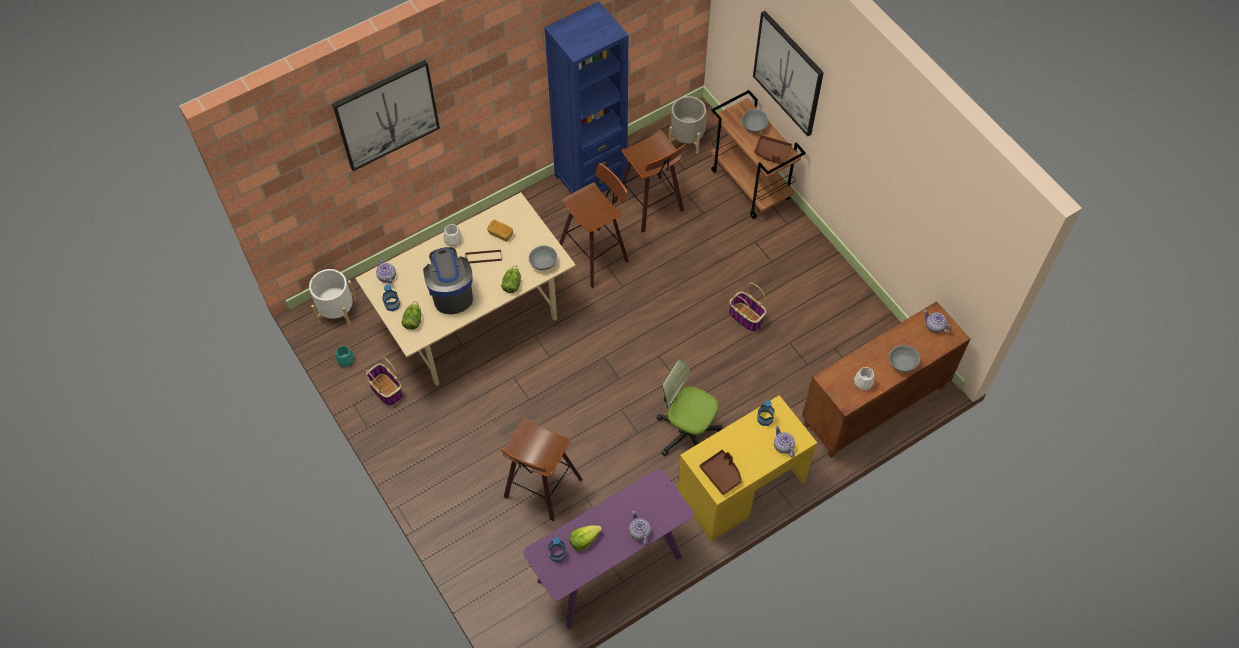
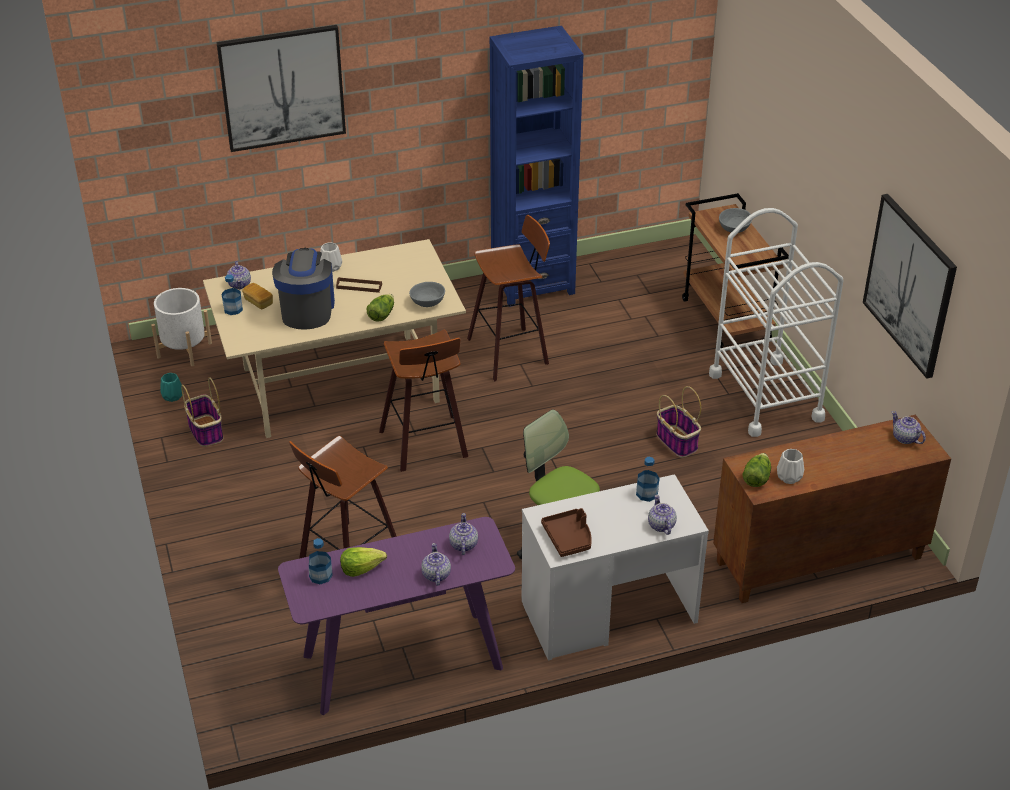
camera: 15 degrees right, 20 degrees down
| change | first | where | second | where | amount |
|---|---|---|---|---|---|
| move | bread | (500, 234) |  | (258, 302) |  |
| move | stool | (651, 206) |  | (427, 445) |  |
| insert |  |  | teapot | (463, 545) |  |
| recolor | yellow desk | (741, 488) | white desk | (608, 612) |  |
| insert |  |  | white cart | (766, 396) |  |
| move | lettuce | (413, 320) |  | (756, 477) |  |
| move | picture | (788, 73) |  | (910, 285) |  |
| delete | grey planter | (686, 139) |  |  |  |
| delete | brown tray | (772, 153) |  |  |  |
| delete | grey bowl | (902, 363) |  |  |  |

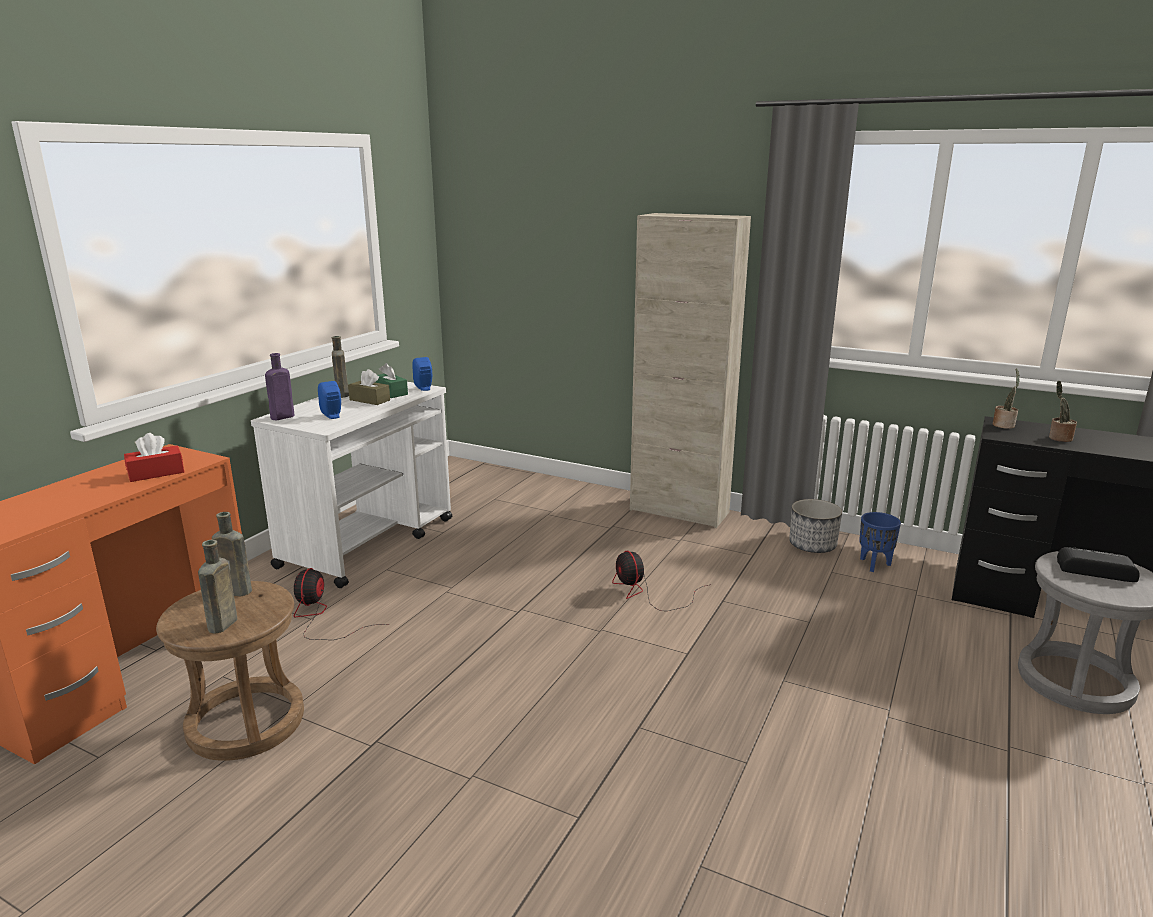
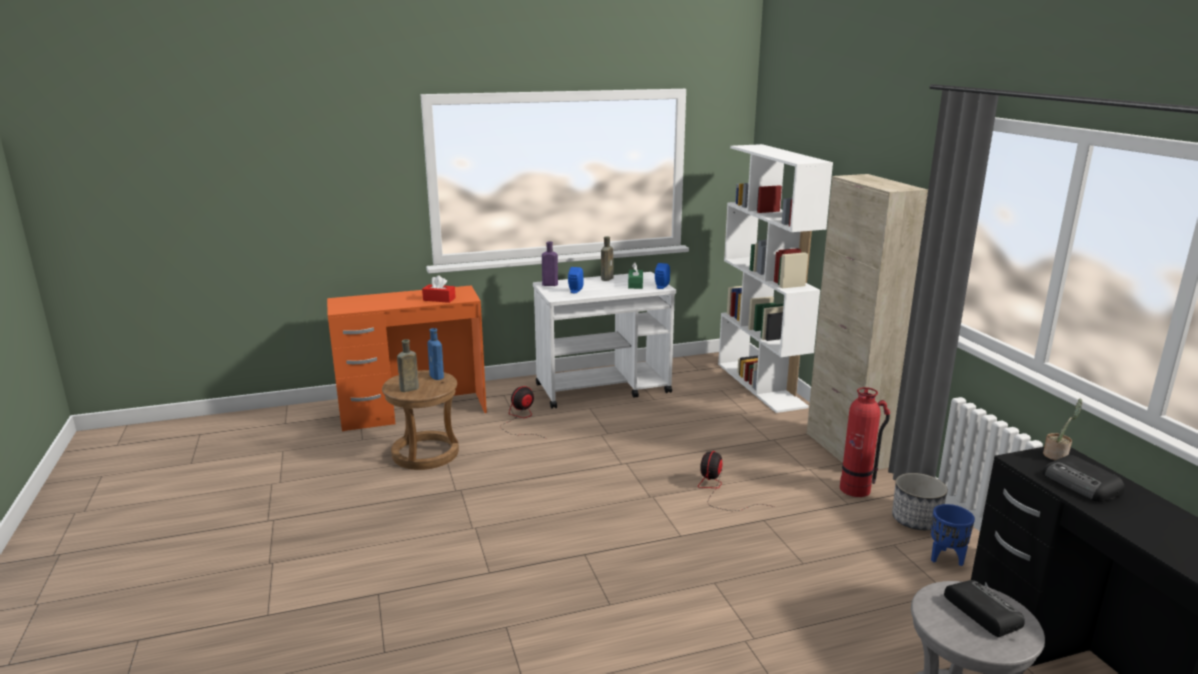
camera: 45 degrees right, 0 degrees up
| change | first | where | second | where | amount |
|---|---|---|---|---|---|
| recolor | brown bottle | (238, 591) | blue bottle | (437, 377) |  |
| insert |  |  | white bookcase | (761, 385) |  |
| insert |  |  | fire extinguisher | (856, 489) |  |
| replace | potted plant | (1058, 438) | radio | (1082, 485) |  |
| delete | brown tissue box | (369, 400) |  |  |  |

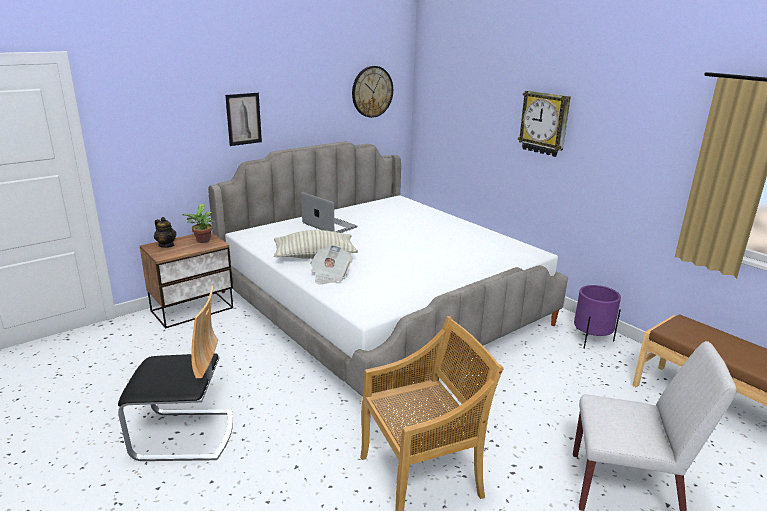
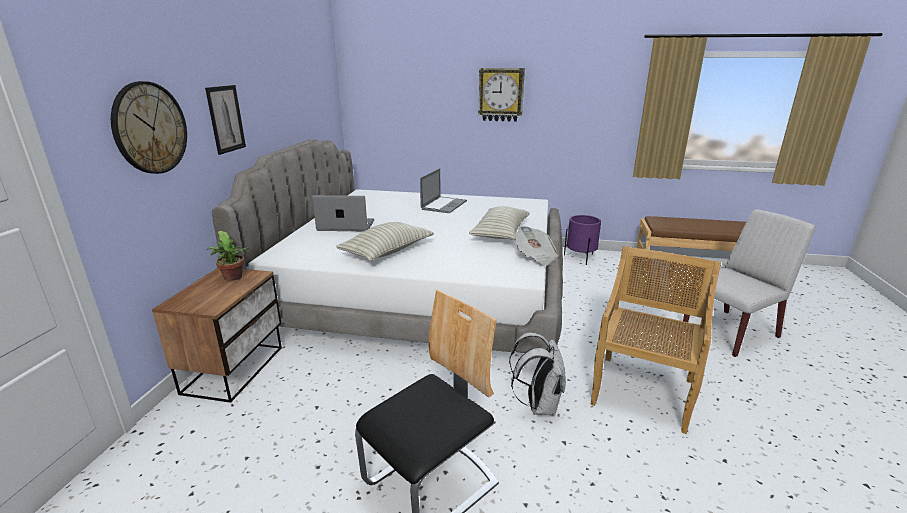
camera: 40 degrees left, 0 degrees up
| change | first | where | second | where | amount |
|---|---|---|---|---|---|
| move | wall clock | (372, 91) |  | (150, 128) |  |
| insert |  |  | laptop | (444, 205) |  |
| insert |  |  | pillow | (500, 234) |  |
| insert |  |  | white backpack | (538, 404) |  |
| move | newspaper | (330, 276) |  | (535, 257) |  |
| delete | teapot | (166, 245) |  |  |  |

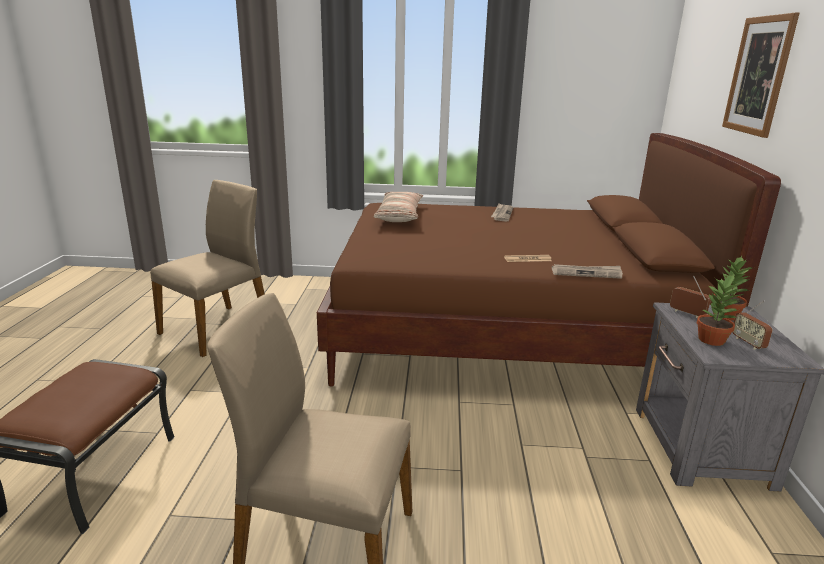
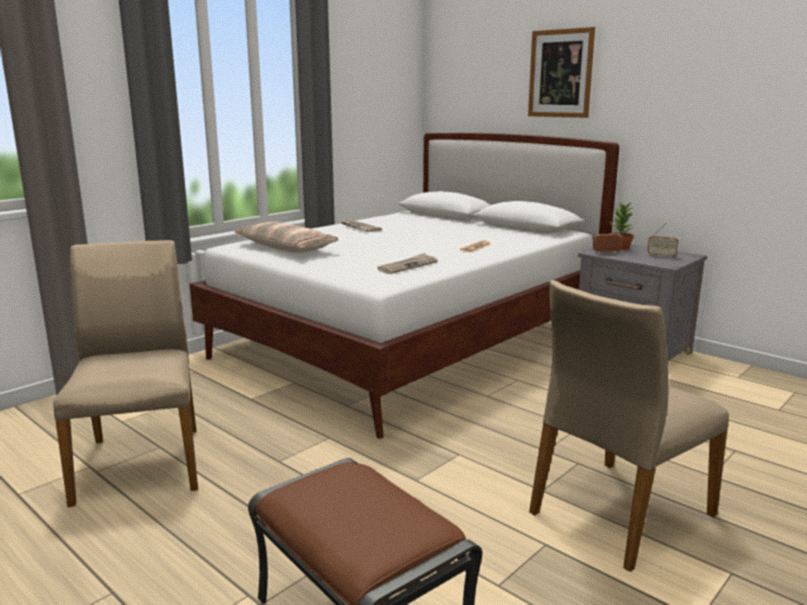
camera: 50 degrees left, 5 degrees down
| change | first | where | second | where | amount |
|---|---|---|---|---|---|
| recolor | brown bed | (504, 334) | white bed | (412, 343) |  |
| move | newspaper | (586, 273) |  | (407, 266) |  |
| delete | potted plant | (712, 340) |  |  |  |

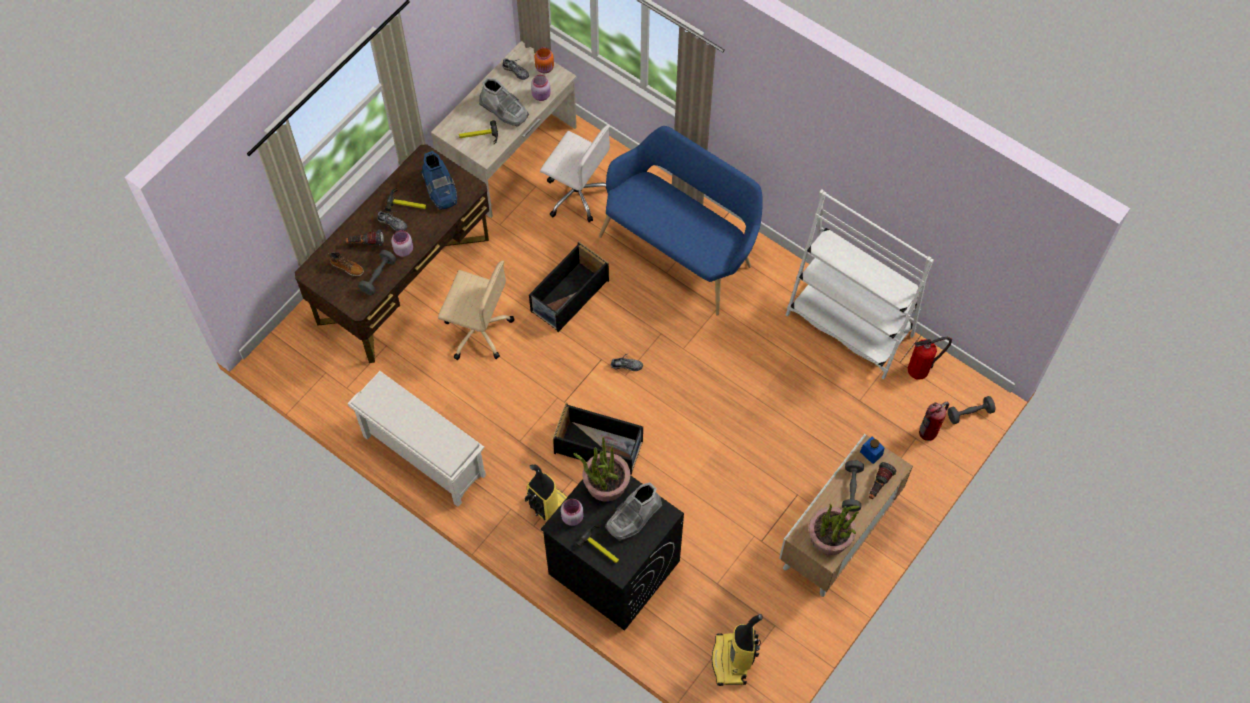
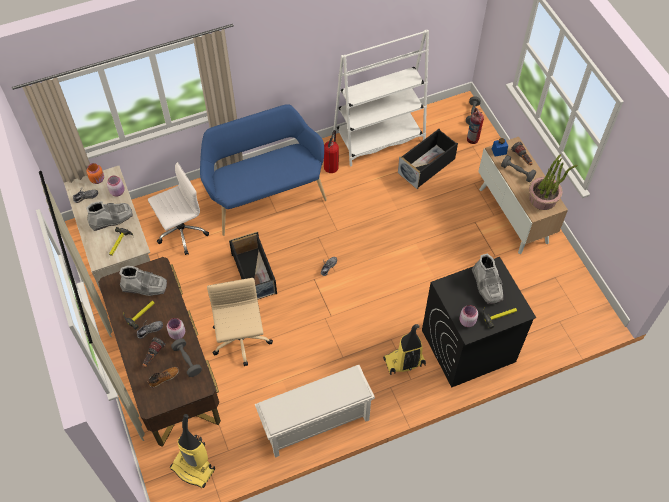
camera: 60 degrees left, 5 degrees down
| change | first | where | second | where | amount |
|---|---|---|---|---|---|
| recolor | blue boot | (440, 189) | grey boot | (145, 286) |  |
| move | vacuum cleaner | (732, 661) |  | (194, 468) |  |
| rotate | beige office chair | (477, 330) |  | (241, 342) | 60 degrees counterclockwise |
| move | fire extinguisher | (920, 368) |  | (331, 165) |  |
| move | black storage box | (599, 447) |  | (427, 166) |  |
| delete | potted plant | (605, 483) |  |  |  |

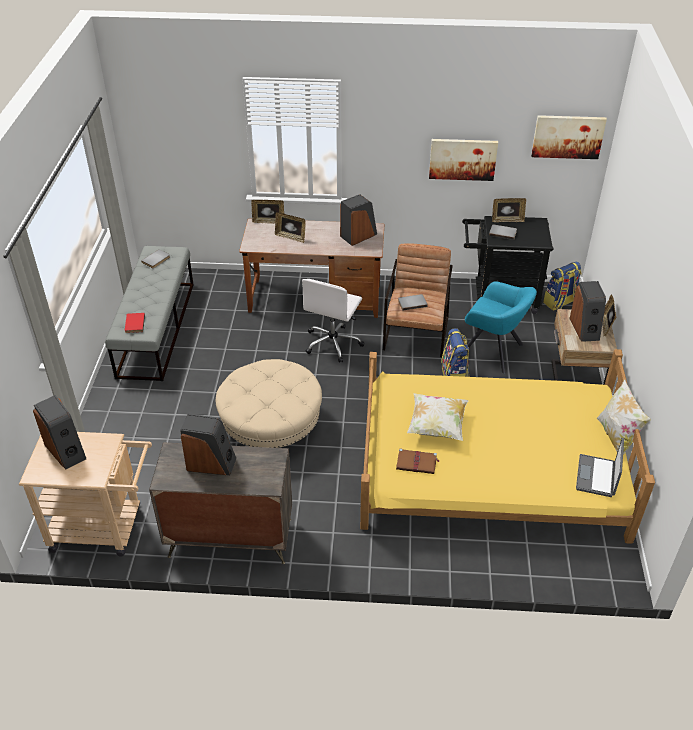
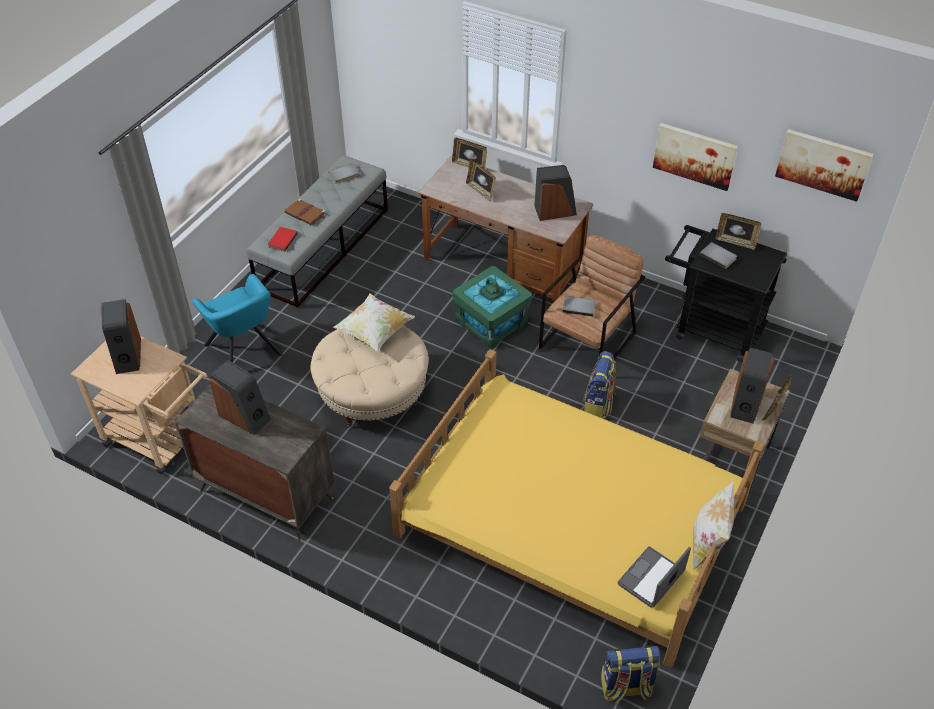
camera: 25 degrees right, 5 degrees up
| change | first | where | second | where | amount |
|---|---|---|---|---|---|
| move | turquoise armchair | (493, 351) |  | (245, 352) |  |
| move | brown book | (417, 463) |  | (305, 214) |  |
| move | pillow | (436, 426) |  | (374, 332) |  |
| replace | white office chair | (333, 343) | green storage box | (491, 322) |  |
| move | backpack | (559, 303) |  | (626, 687) |  |

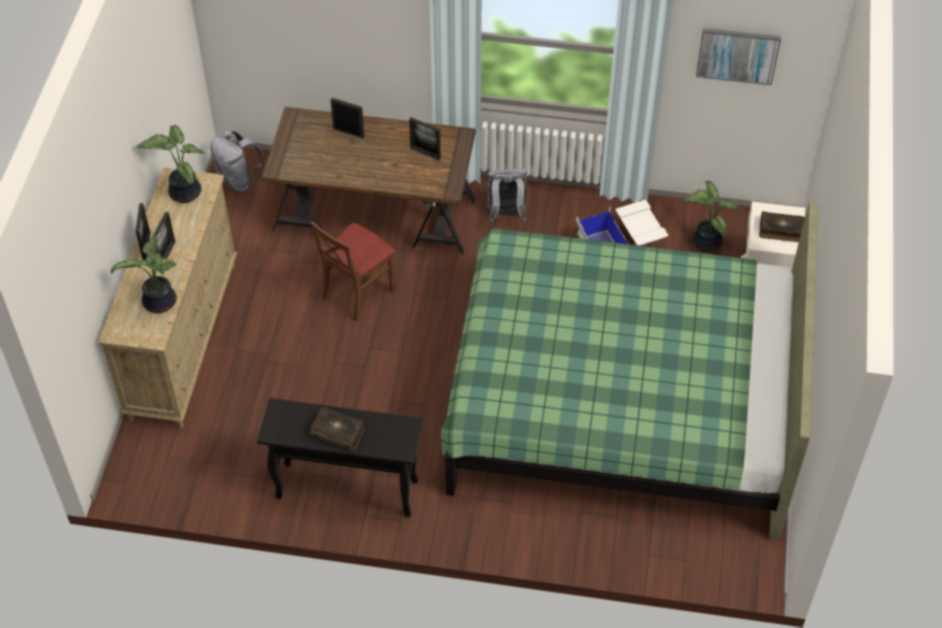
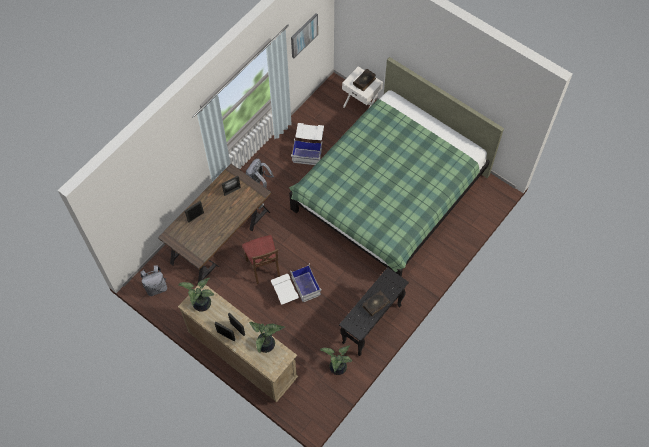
camera: 60 degrees left, 10 degrees up
| change | first | where | second | where | amount |
|---|---|---|---|---|---|
| insert |  |  | white storage box | (296, 291) |  |
| move | potted plant | (705, 241) |  | (337, 368) |  |

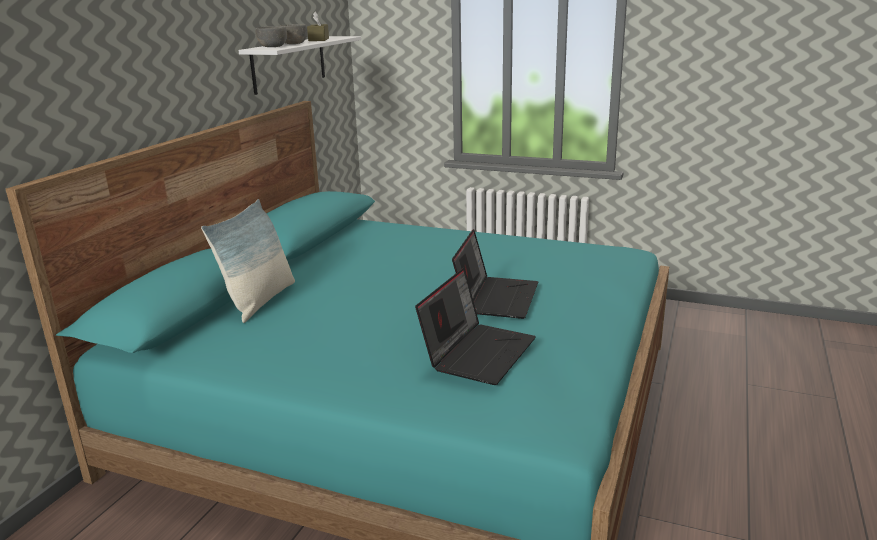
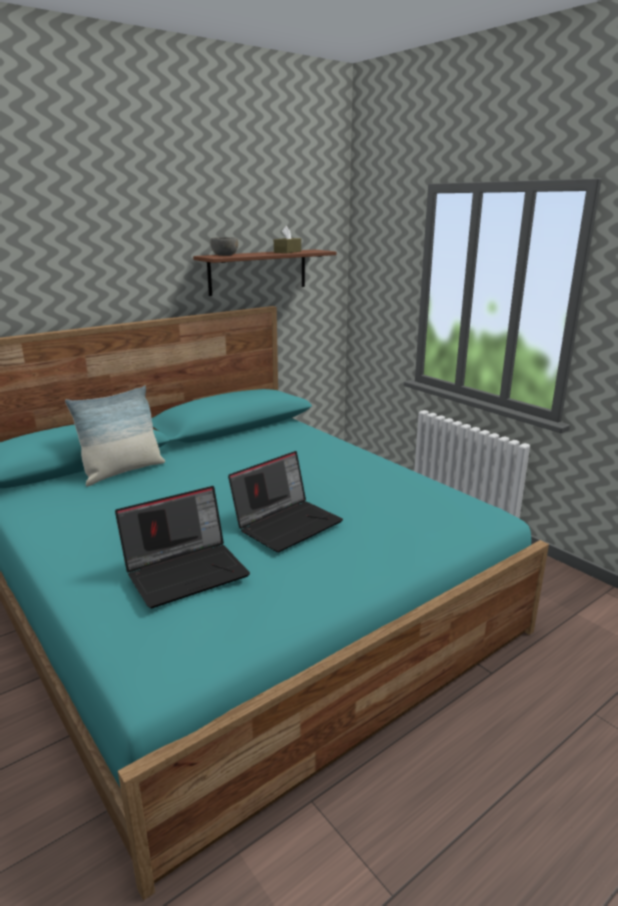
camera: 30 degrees right, 0 degrees up
| change | first | where | second | where | amount |
|---|---|---|---|---|---|
| recolor | white shelf | (289, 64) | brown shelf | (258, 272) |  |
| delete | grey bowl | (293, 43) |  |  |  |

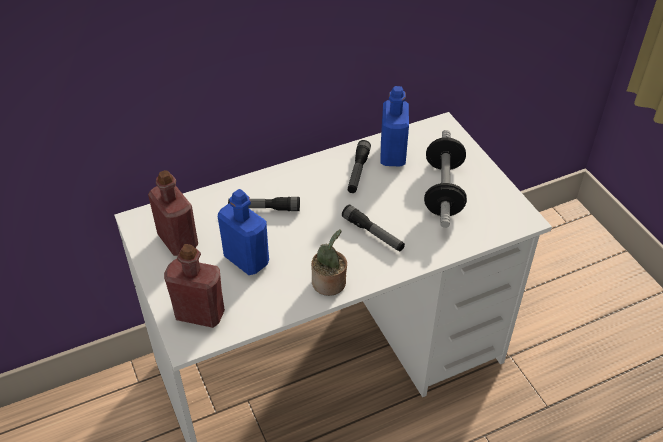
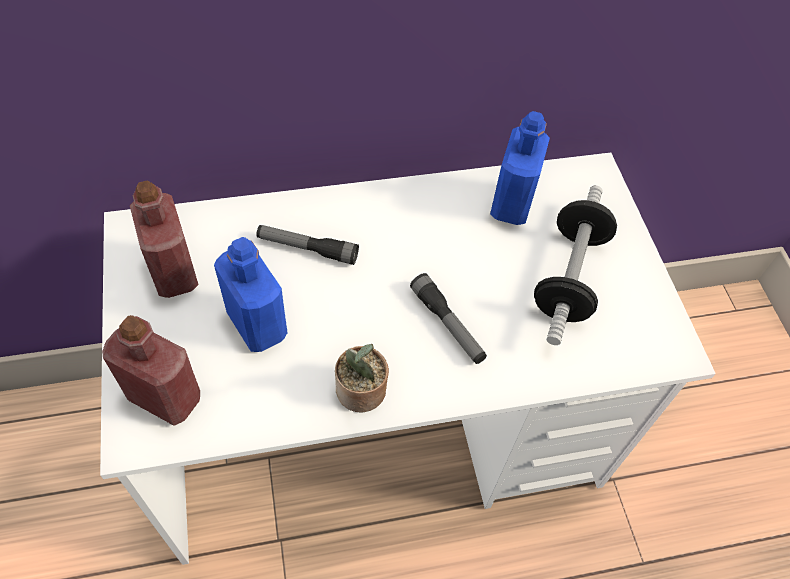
camera: 10 degrees right, 10 degrees up
| change | first | where | second | where | amount |
|---|---|---|---|---|---|
| delete | flashlight | (358, 172) |  |  |  |

